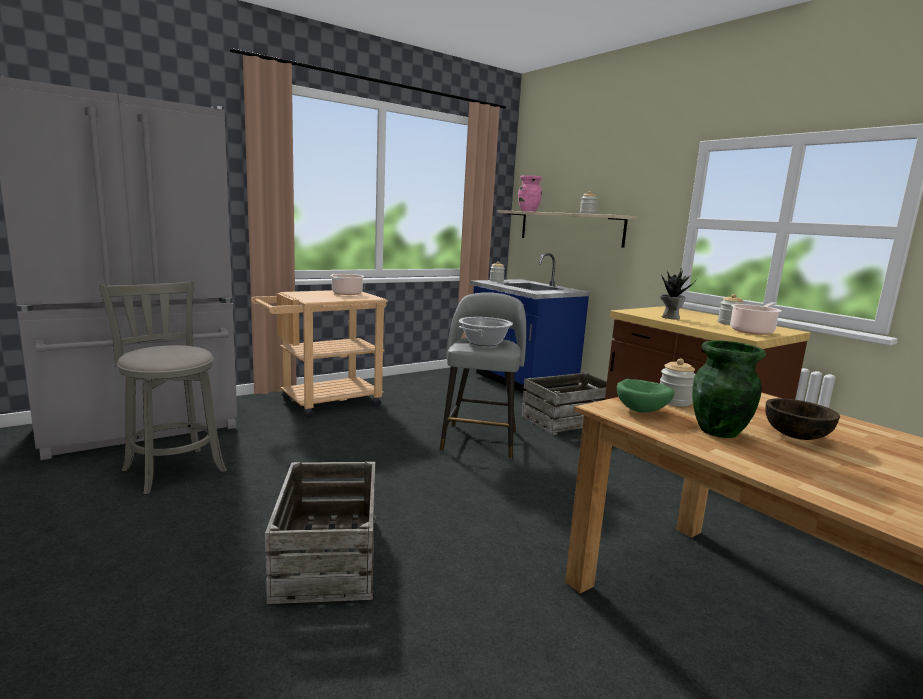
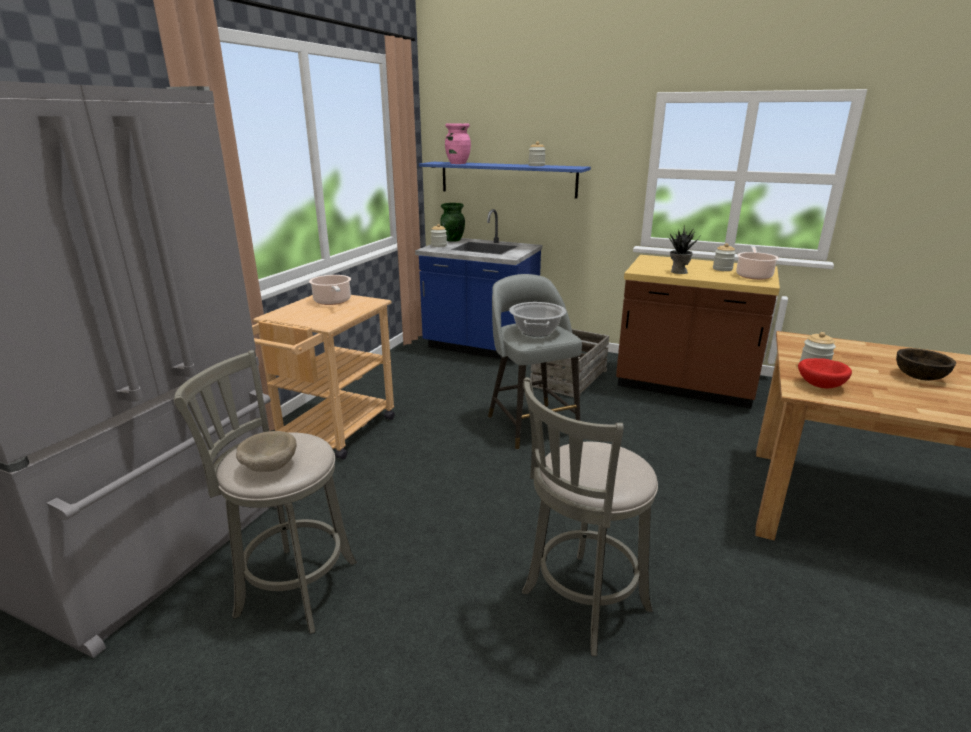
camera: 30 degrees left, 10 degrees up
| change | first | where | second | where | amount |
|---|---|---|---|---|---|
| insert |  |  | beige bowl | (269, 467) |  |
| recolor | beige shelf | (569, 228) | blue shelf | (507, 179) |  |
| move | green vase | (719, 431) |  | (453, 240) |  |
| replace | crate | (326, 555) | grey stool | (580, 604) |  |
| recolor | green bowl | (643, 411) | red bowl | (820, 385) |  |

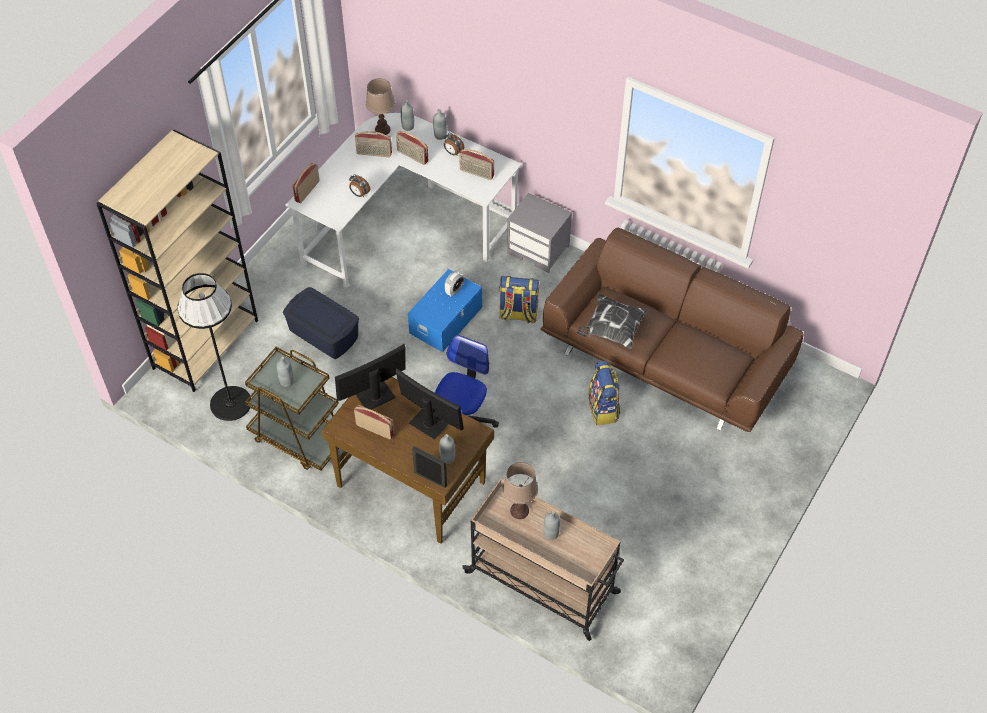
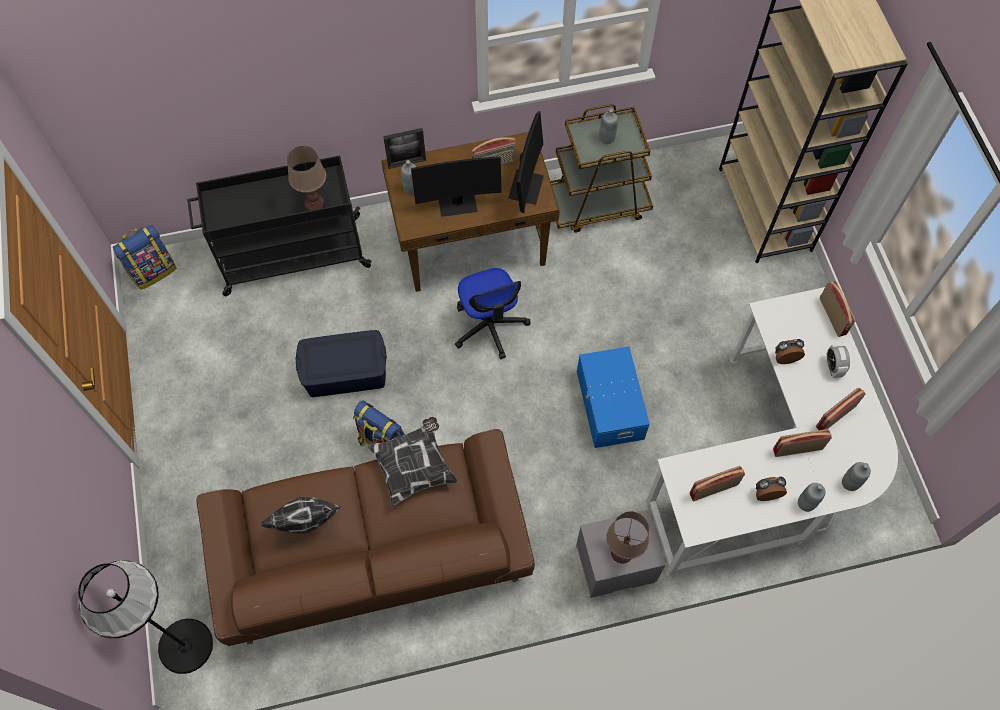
camera: 135 degrees right, 10 degrees up
| change | first | where | second | where | amount |
|---|---|---|---|---|---|
| move | black floor lamp | (231, 403) |  | (185, 646) |  |
| move | backpack | (518, 314) |  | (153, 270) |  |
| recolor | beige cart | (543, 583) | black cart | (291, 256) |  |
| insert |  |  | pillow | (309, 525) |  |
| move | blue storage box | (323, 333) |  | (345, 372) |  |
| move | brown table lamp | (382, 130) |  | (621, 552) |  |
| move | alarm clock | (454, 290) |  | (833, 367) |  |
| delete | grey bottle | (551, 534) |  |  |  |

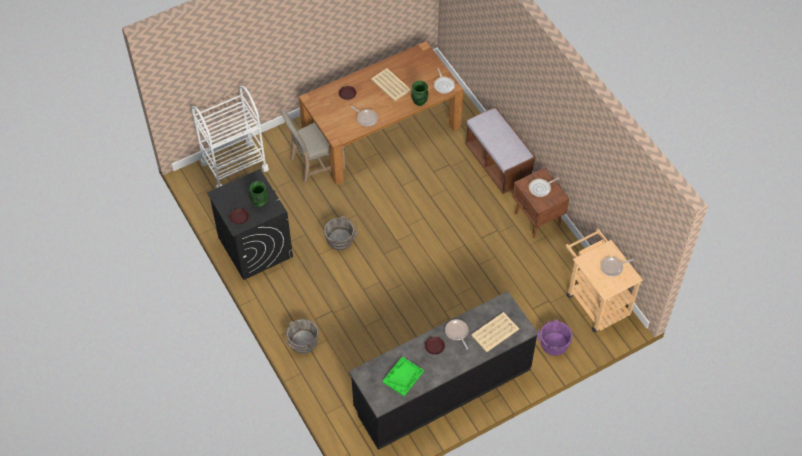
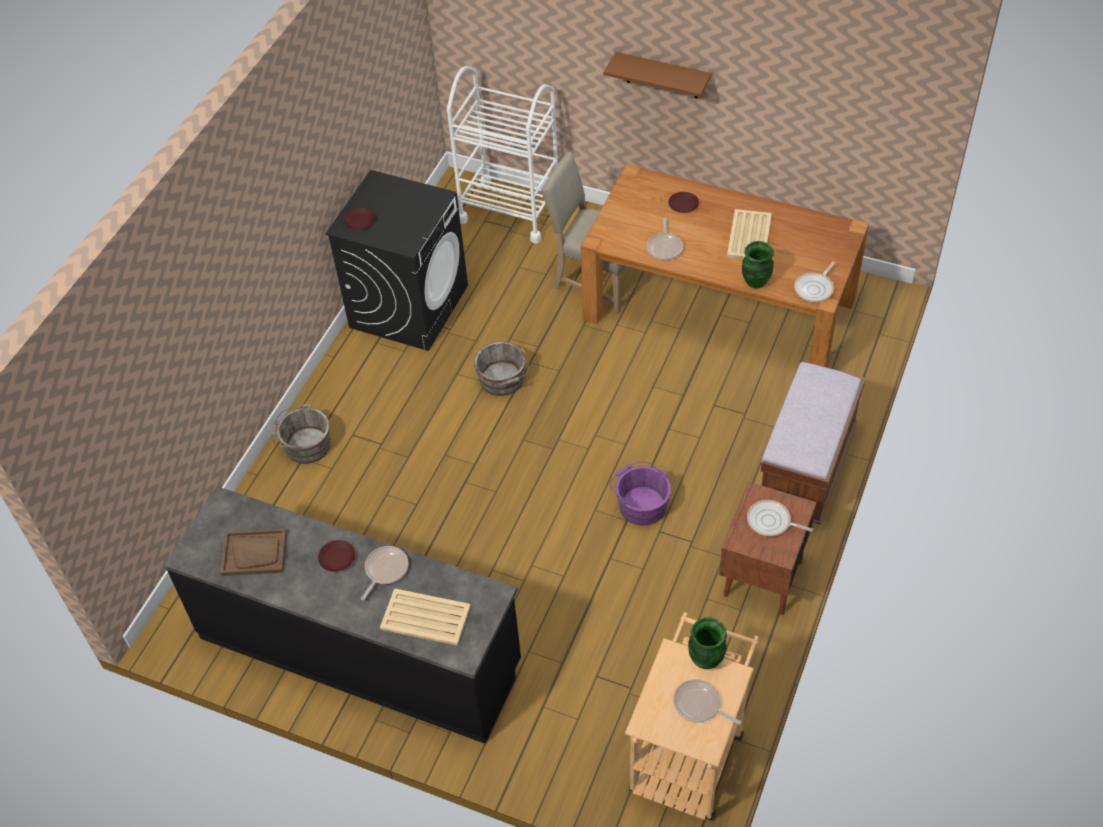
camera: 55 degrees right, 5 degrees down
| change | first | where | second | where | amount |
|---|---|---|---|---|---|
| recolor | green tray | (403, 376) | brown tray | (254, 553) |  |
| insert |  |  | brown shelf | (662, 76) |  |
| move | purple bucket | (552, 343) |  | (640, 503) |  |
| move | green vase | (259, 202) |  | (706, 659) |  |

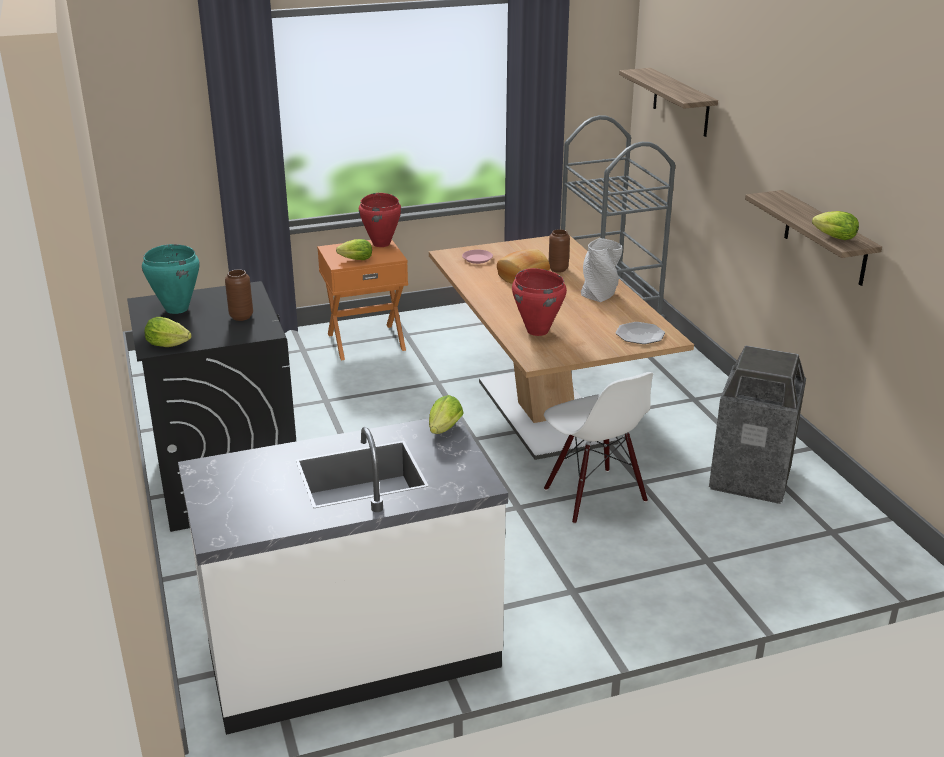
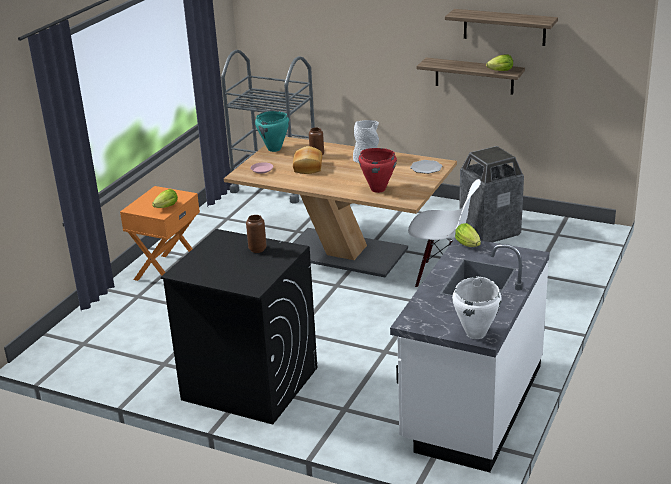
camera: 45 degrees left, 0 degrees up
| change | first | where | second | where | amount |
|---|---|---|---|---|---|
| move | turquoise cooking pot | (176, 309) |  | (274, 149) |  |
| move | shelf | (681, 102) |  | (504, 27) |  |
| insert |  |  | white cooking pot | (476, 333) |  |
| delete | lettuce | (170, 345) |  |  |  |
| delete | red cooking pot | (381, 244) |  |  |  |

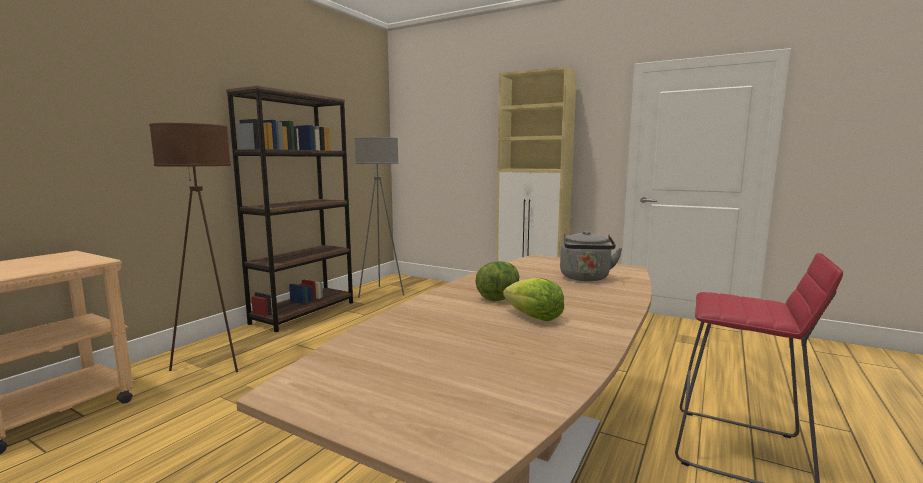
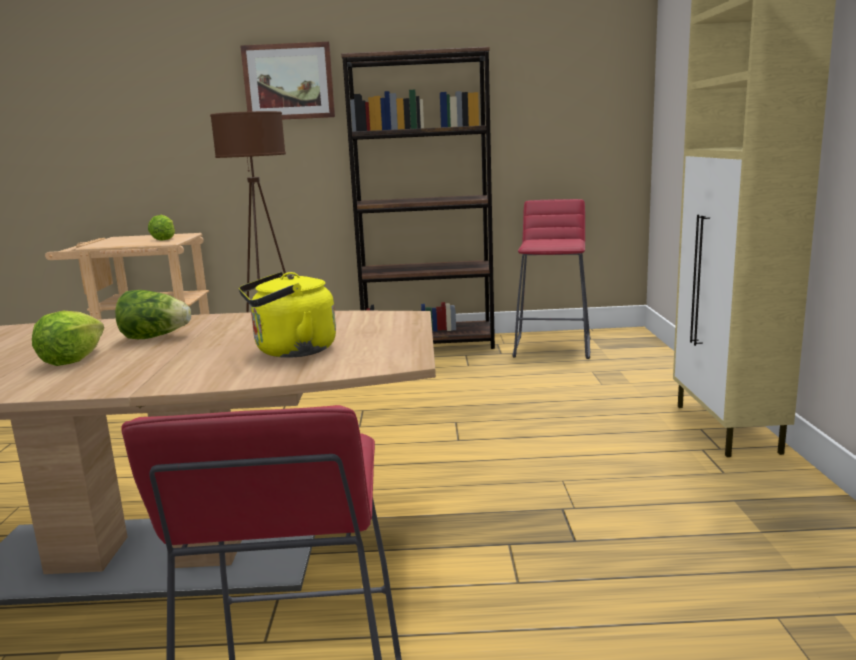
camera: 60 degrees right, 5 degrees up
| change | first | where | second | where | amount |
|---|---|---|---|---|---|
| insert |  |  | lettuce | (164, 239) |  |
| recolor | grey kettle | (585, 278) | yellow kettle | (291, 351) |  |
| insert |  |  | picture | (288, 82) |  |
| replace | grey floor lamp | (381, 293) | red stool | (553, 347) |  |

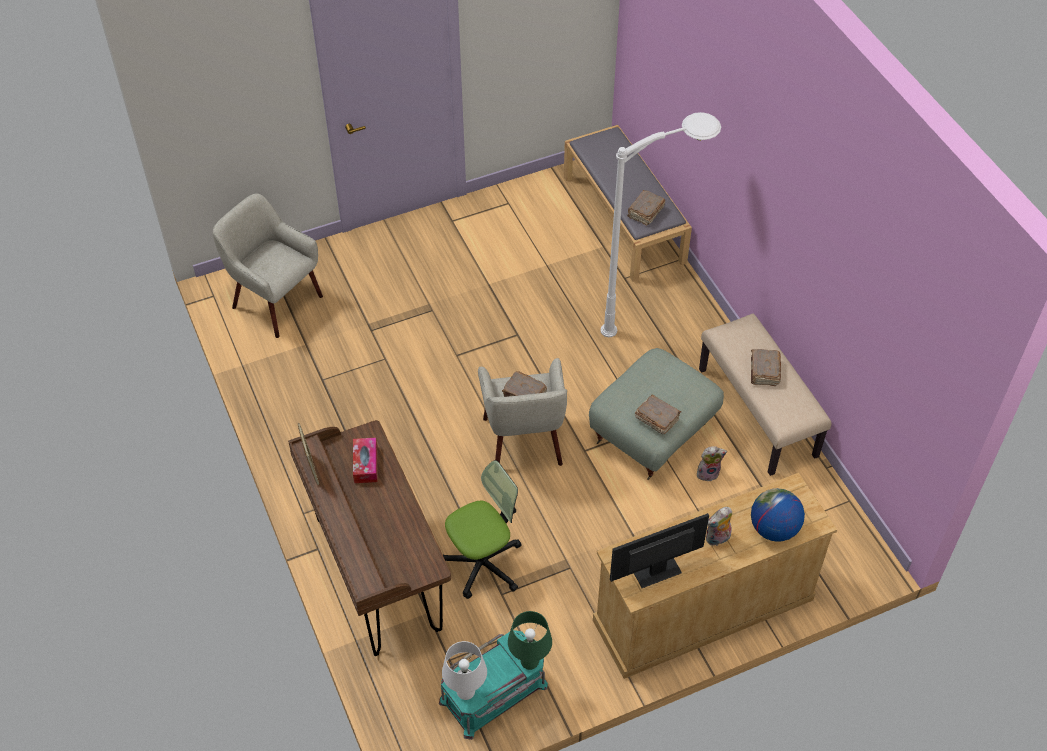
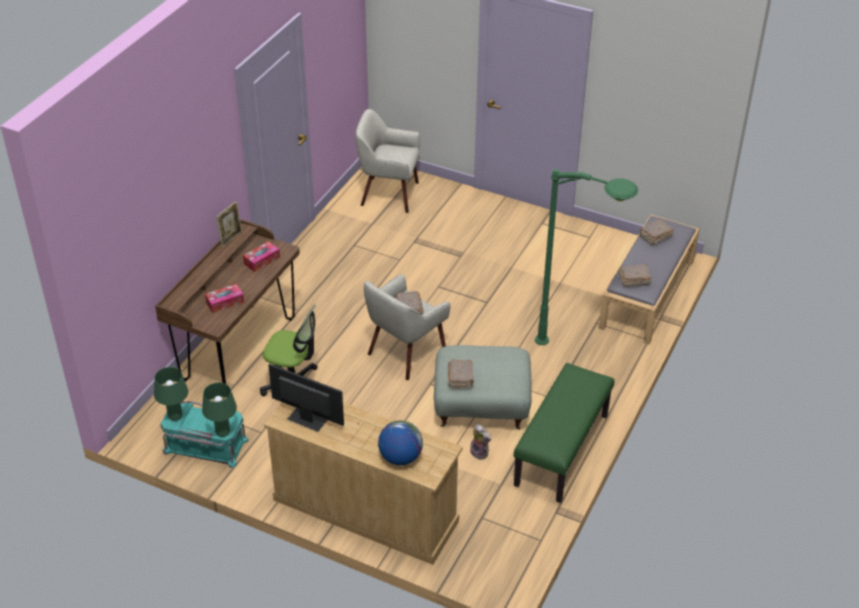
camera: 50 degrees right, 10 degrees down
| change | first | where | second | where | amount |
|---|---|---|---|---|---|
| recolor | white table lamp | (465, 692) | green table lamp | (175, 416) |  |
| insert |  |  | tissue box | (225, 302) |  |
| rotate | beige armchair | (275, 302) |  | (388, 194) | 75 degrees counterclockwise |
| recolor | beige bench | (758, 412) | green bench | (562, 450) |  |
| recolor | white floor lamp | (657, 318) | green floor lamp | (582, 357) |  |
| move | brown book | (764, 372) |  | (655, 237) |  |
| delete | plush toy | (717, 539) |  |  |  |

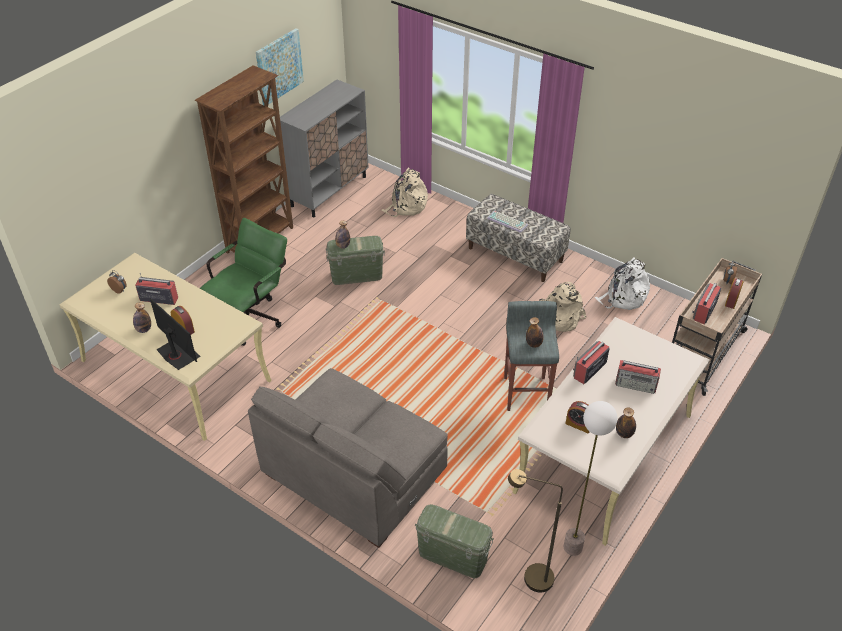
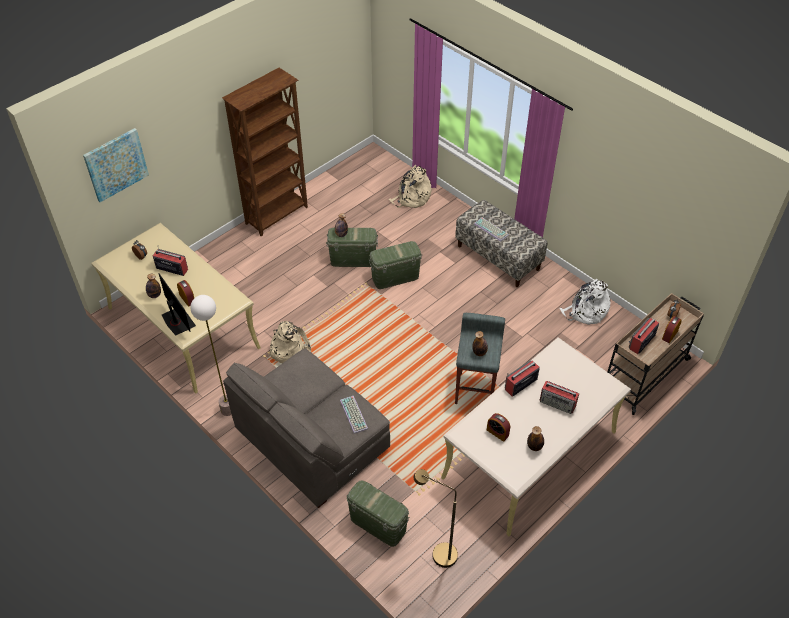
camera: 10 degrees right, 5 degrees up
| change | first | where | second | where | amount |
|---|---|---|---|---|---|
| move | picture | (279, 66) |  | (116, 164) |  |
| move | floor lamp | (572, 547) |  | (227, 409) |  |
| move | beige backpack | (559, 317) |  | (288, 349) |  |
| insert |  |  | keyboard | (354, 415) |  |
| insert |  |  | green storage box | (395, 277) |  |
| delete | green office chair | (252, 316) |  |  |  |
| delete | grey cabinet | (329, 191) |  |  |  |

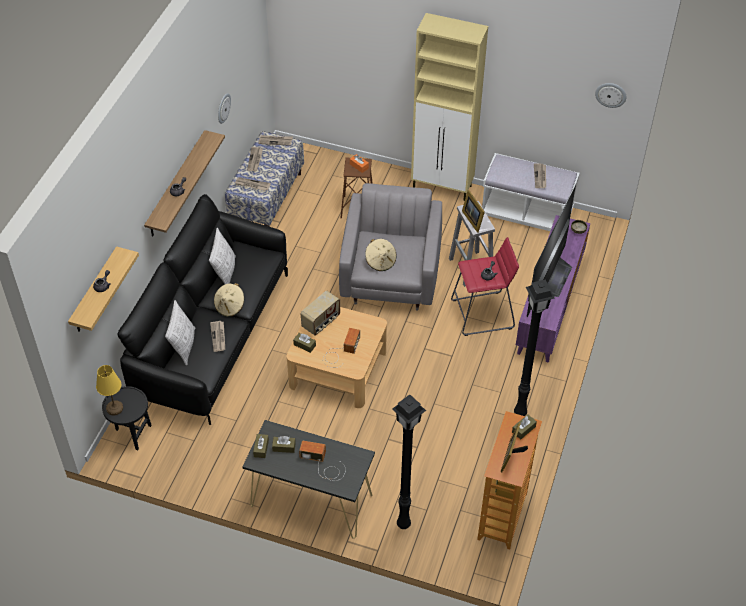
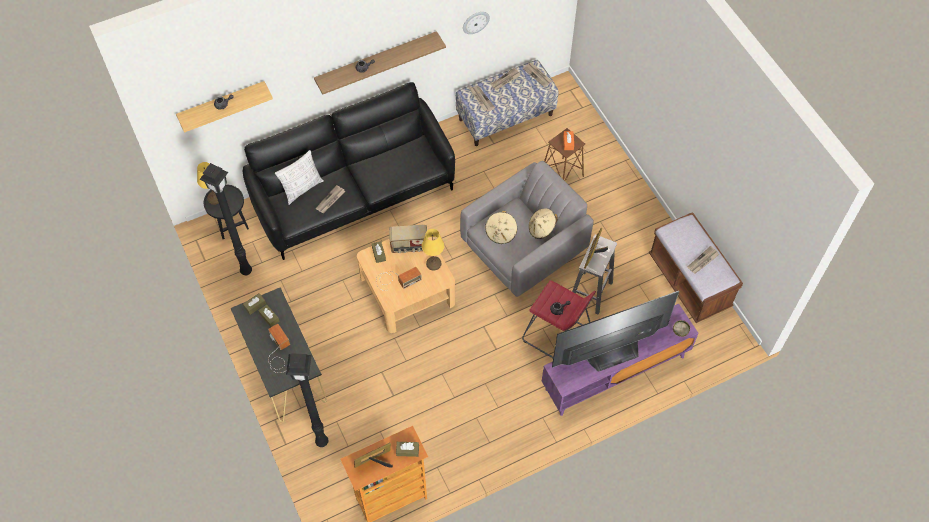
camera: 45 degrees right, 10 degrees up
| change | first | where | second | where | amount |
|---|---|---|---|---|---|
| move | black floor lamp | (519, 414) |  | (245, 271) |  |
| insert |  |  | yellow table lamp | (433, 263) |  |
| move | beige hat | (230, 306) |  | (541, 228) |  |
| recolor | white bench | (526, 212) | brown bench | (689, 282) |  |
| delete | pillow | (225, 272) |  |  |  |
| delete | beige cabinet | (443, 187) |  |  |  |
| delete | wall clock | (611, 94) |  |  |  |

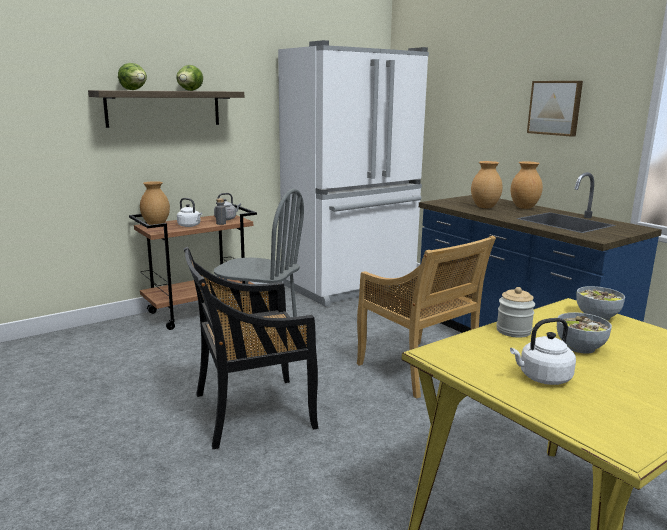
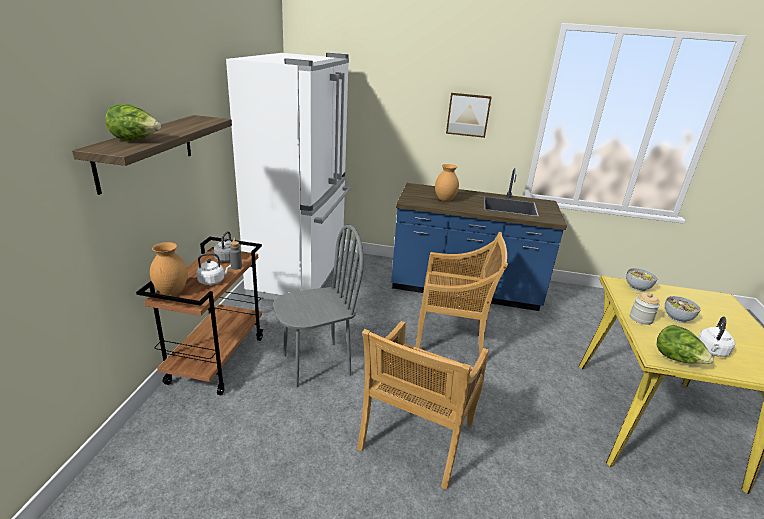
camera: 45 degrees left, 10 degrees up
| change | first | where | second | where | amount |
|---|---|---|---|---|---|
| recolor | black chair | (251, 411) | beige chair | (416, 438) |  |
| move | lettuce | (190, 90) |  | (677, 359) |  |
| delete | brown vase | (524, 207) |  |  |  |

